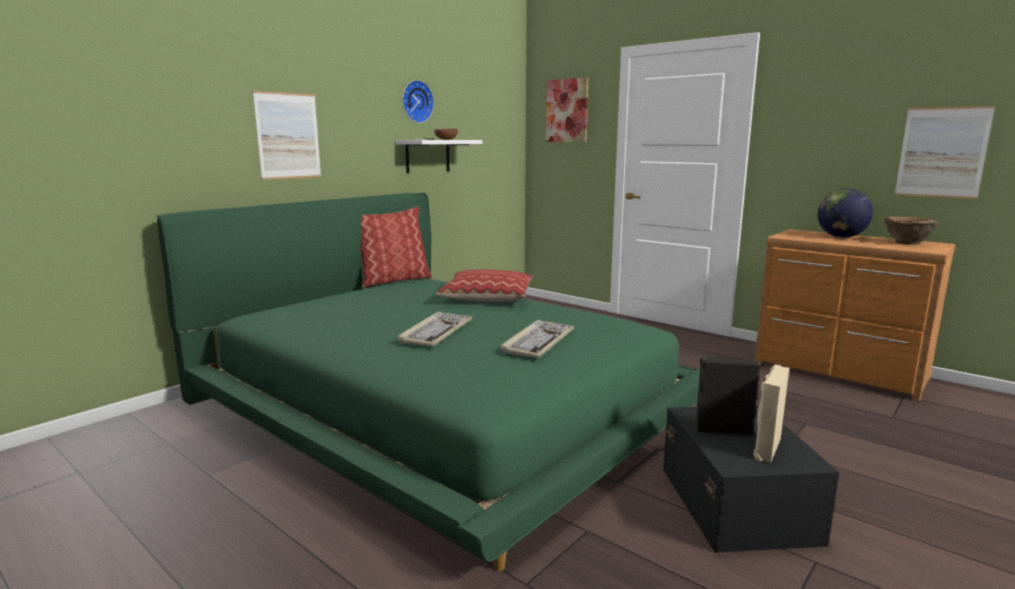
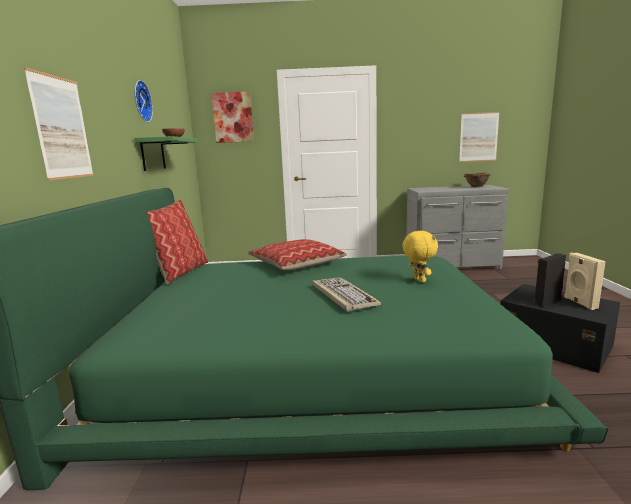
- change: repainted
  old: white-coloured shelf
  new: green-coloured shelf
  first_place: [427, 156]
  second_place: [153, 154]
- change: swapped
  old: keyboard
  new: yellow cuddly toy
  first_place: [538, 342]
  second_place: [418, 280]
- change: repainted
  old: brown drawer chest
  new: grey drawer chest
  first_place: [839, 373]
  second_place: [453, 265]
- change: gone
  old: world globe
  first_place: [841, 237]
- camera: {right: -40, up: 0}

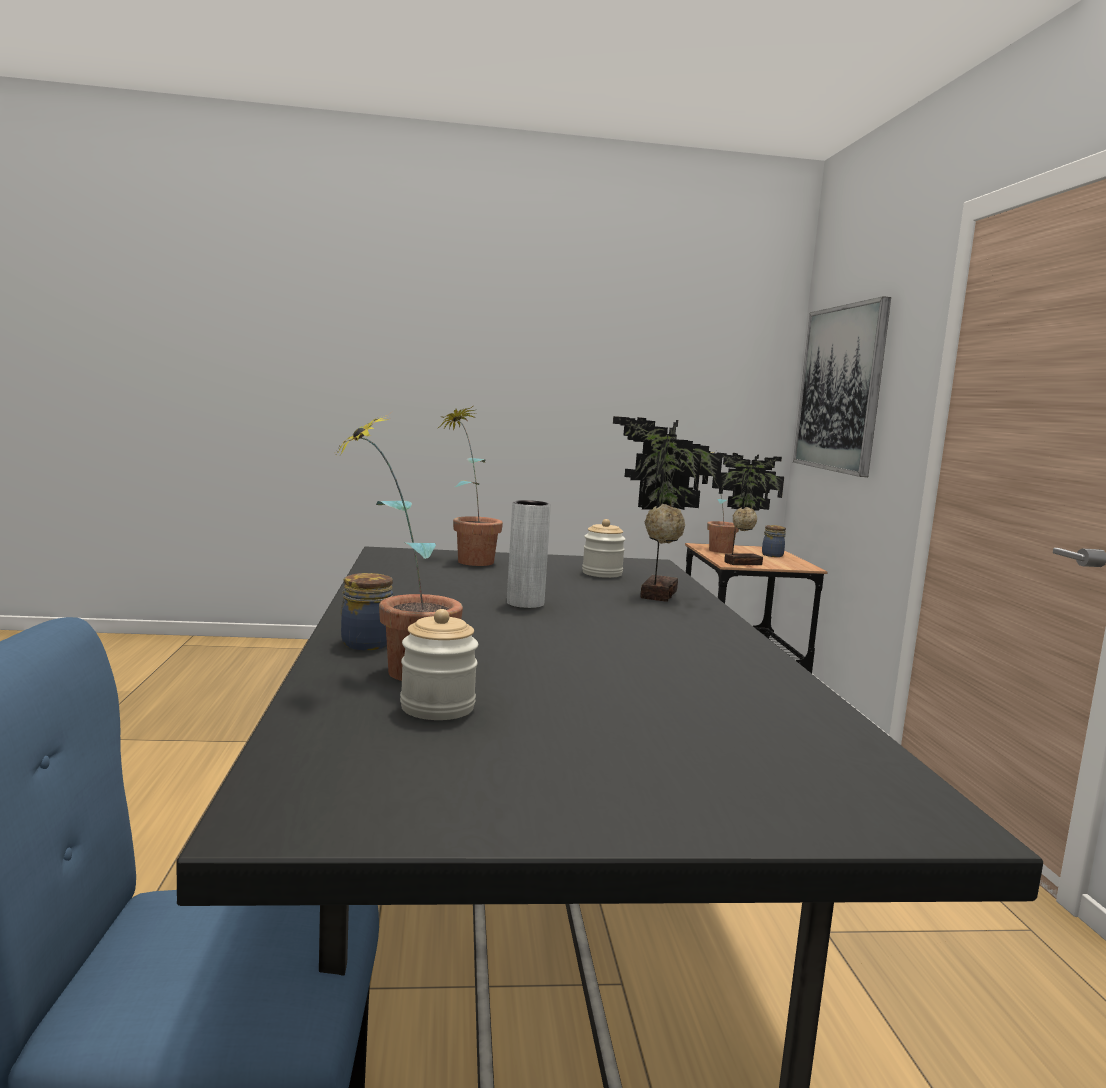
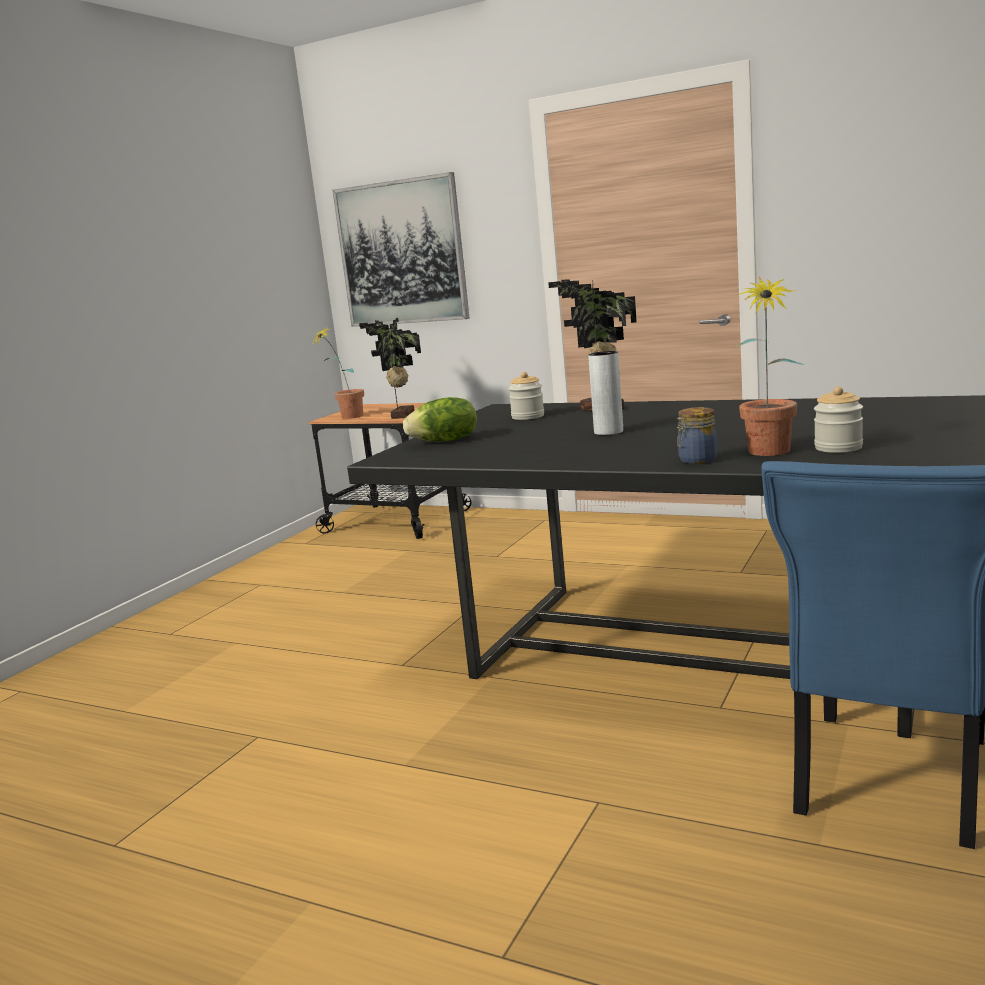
- change: swapped
  old: potted plant
  new: lettuce
  first_place: [468, 560]
  second_place: [445, 441]
- change: gone
  old: jar
  first_place: [773, 555]
- camera: {right: -55, up: 5}

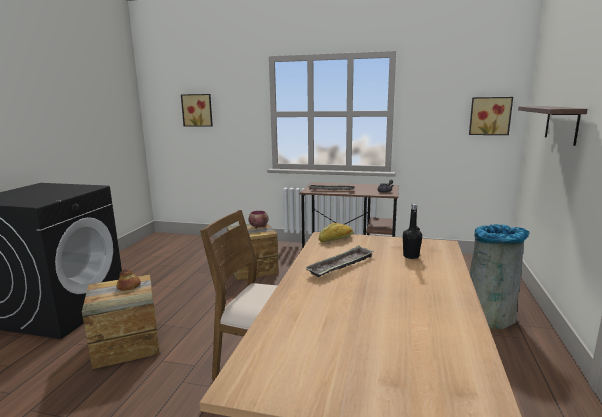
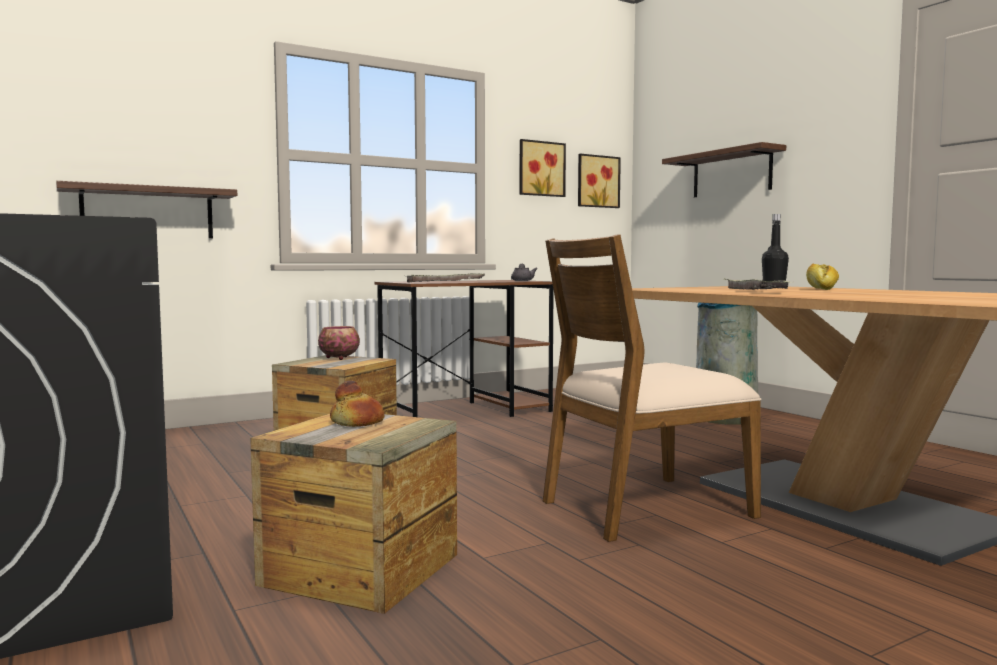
- change: new
  new: shelf
  second_place: [148, 213]
- change: shifted
  old: picture
  first_place: [197, 110]
  second_place: [540, 169]
- change: shifted
  old: bread
  first_place: [336, 239]
  second_place: [822, 289]
- camera: {right: -45, up: -10}

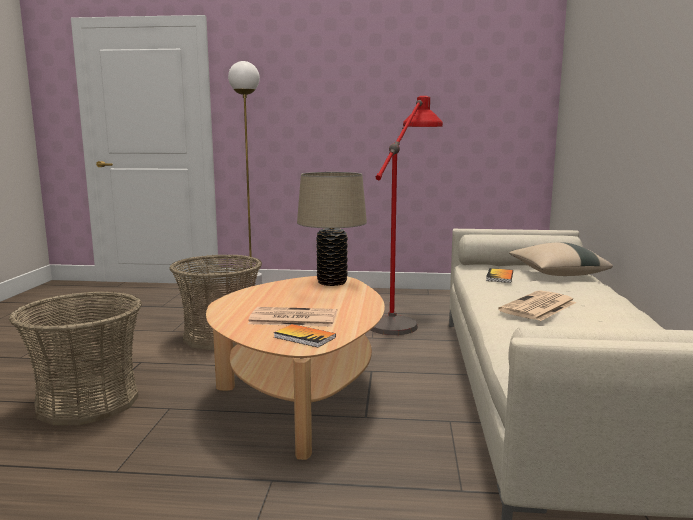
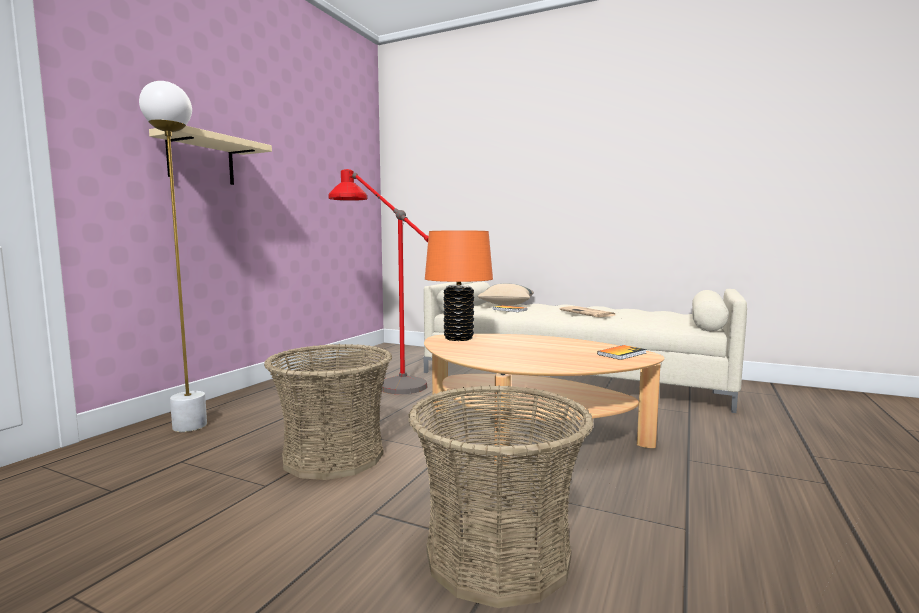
- change: new
  new: beige shelf
  second_place: [201, 160]
- change: repainted
  old: beige lamp for a table
  new: orange lamp for a table
  first_place: [332, 282]
  second_place: [458, 338]
- change: gone
  old: daily paper
  first_place: [292, 318]
- camera: {right: -70, up: -5}

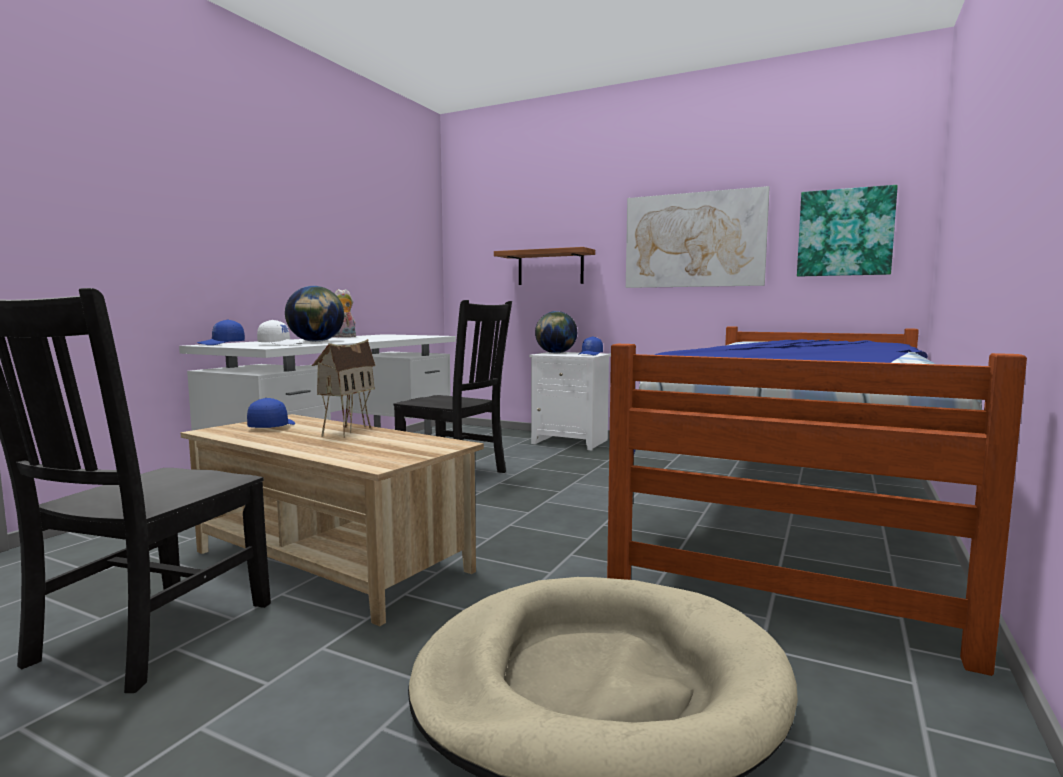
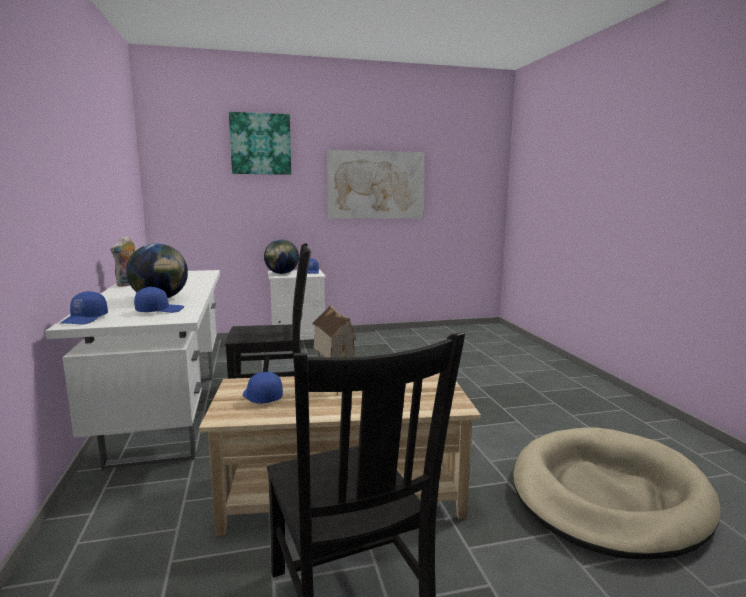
- change: repainted
  old: white-coloured cap
  new: blue cap
  first_place: [280, 344]
  second_place: [159, 310]
- change: shifted
  old: picture
  first_place: [845, 232]
  second_place: [260, 144]
- change: gone
  old: shelf
  first_place: [550, 268]
- change: gone
  old: bedroom bed
  first_place: [794, 513]
- camera: {right: -40, up: 5}

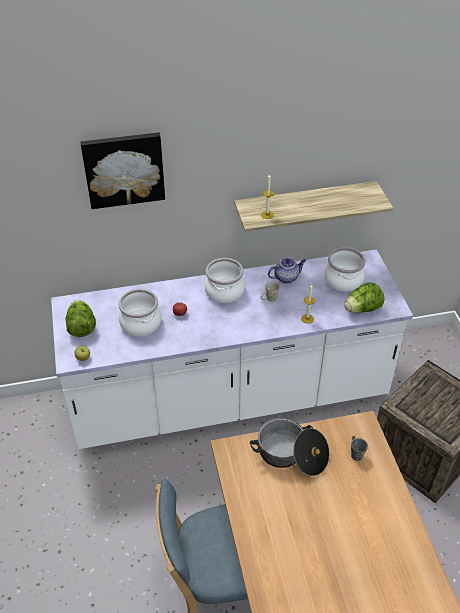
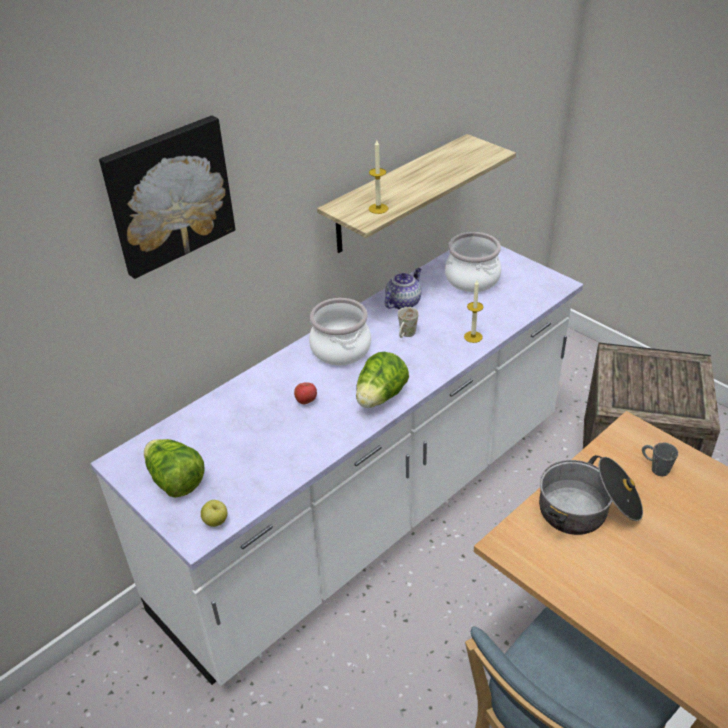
- change: shifted
  old: lettuce
  first_place: [362, 309]
  second_place: [380, 397]
- change: gone
  old: saucepot
  first_place: [140, 323]
- camera: {right: -30, up: -5}

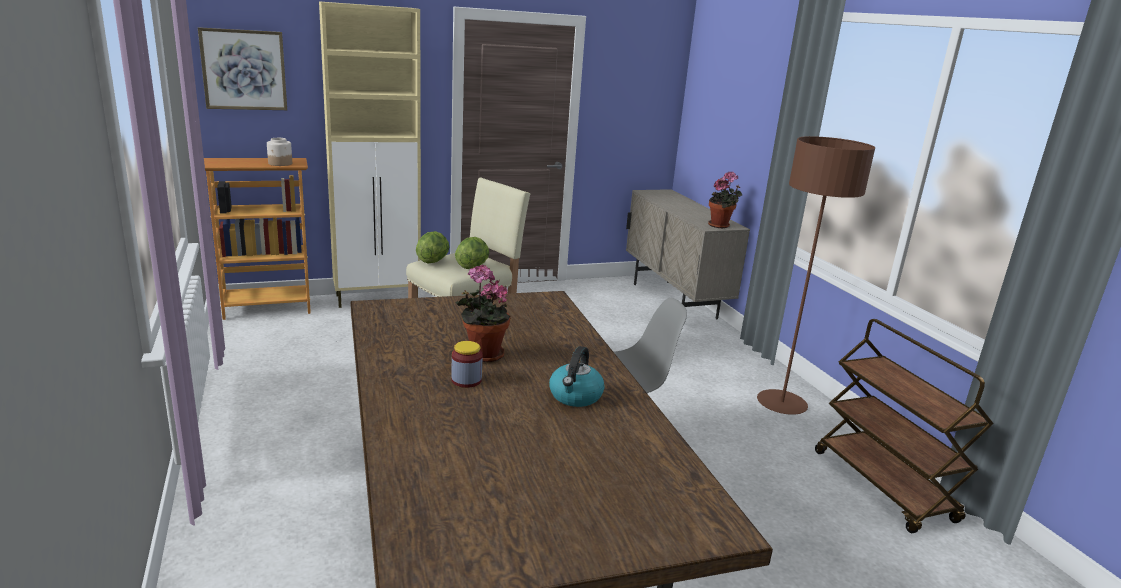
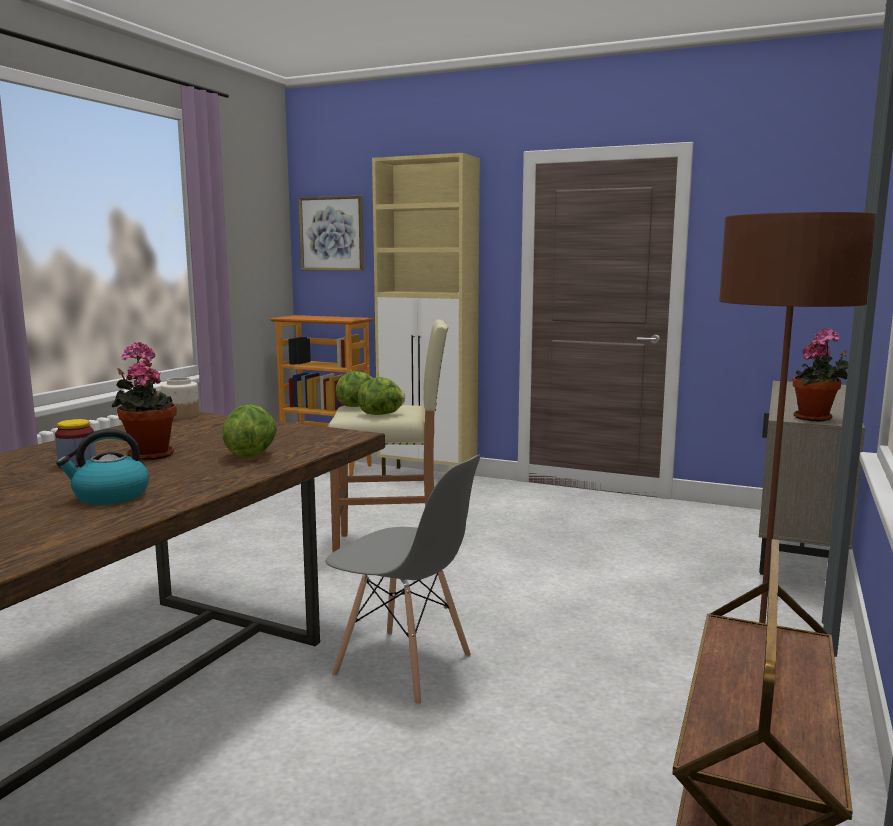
- change: shifted
  old: jar
  first_place: [280, 163]
  second_place: [181, 416]
- change: new
  new: lettuce
  second_place: [251, 455]
- camera: {right: 45, up: -10}

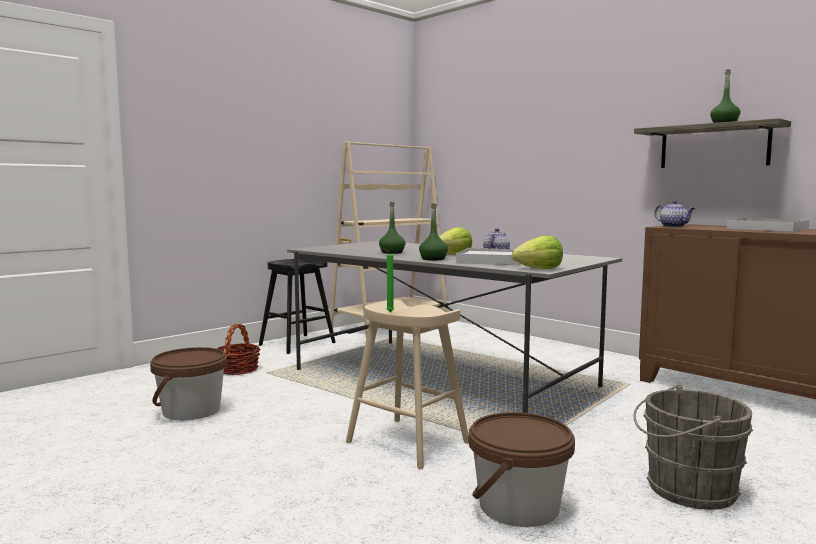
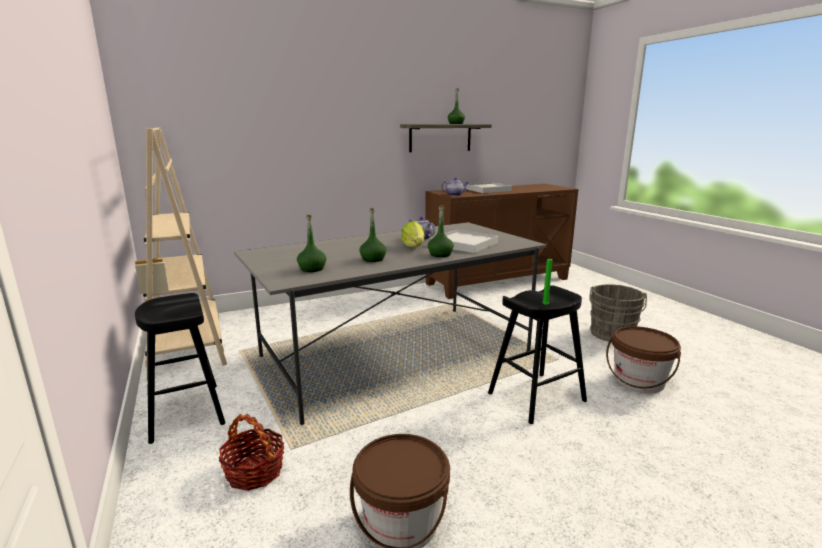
- change: new
  new: green-coloured drink bottle
  second_place: [312, 269]
- change: repainted
  old: beige stool seat
  new: blackish stool seat
  first_place: [408, 442]
  second_place: [536, 397]
- change: gone
  old: lettuce
  first_place: [539, 269]
- camera: {right: -70, up: 10}

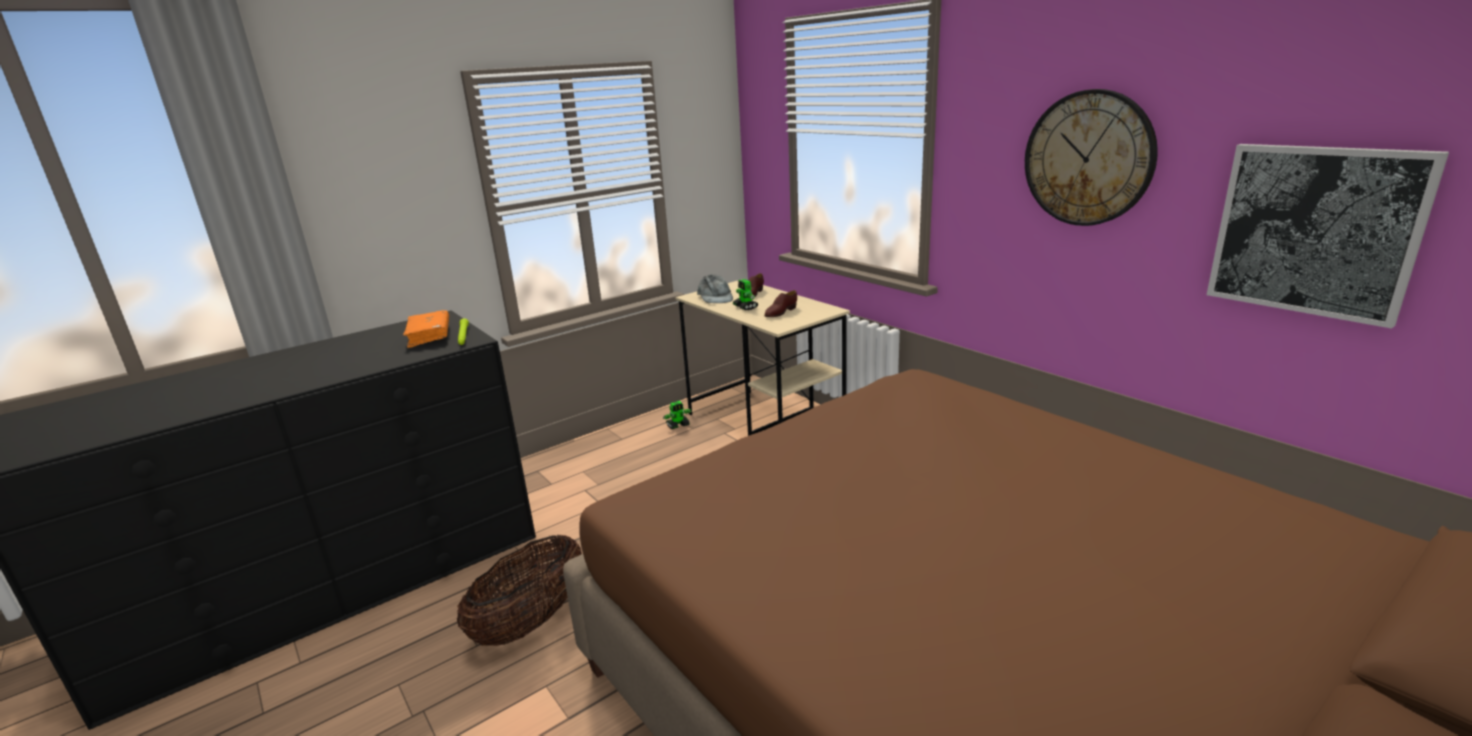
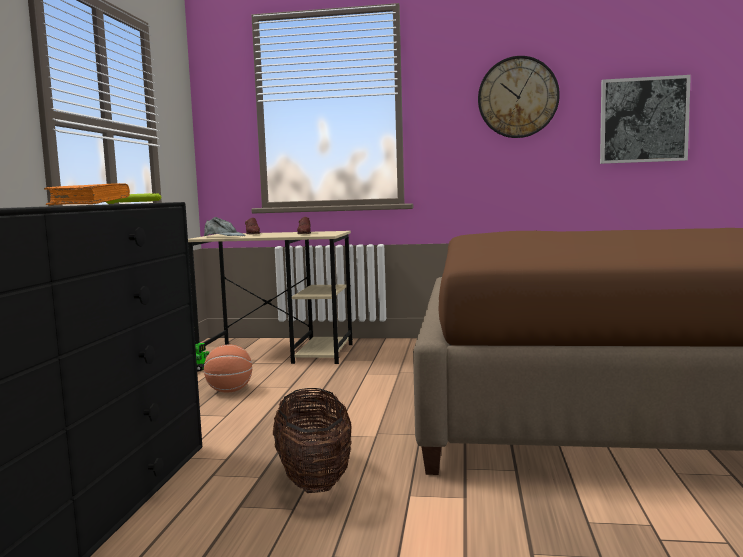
- change: new
  new: ball for basketball
  second_place: [229, 391]
- change: gone
  old: robot figure
  first_place: [745, 307]
- camera: {right: -45, up: -15}

